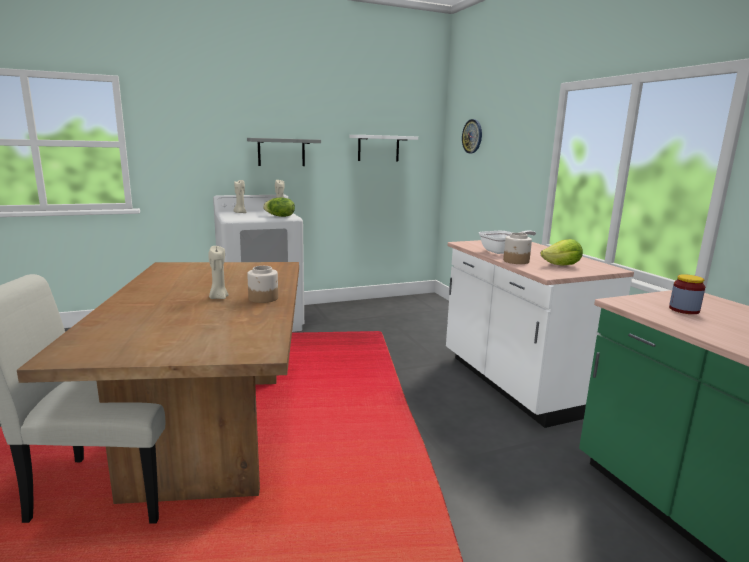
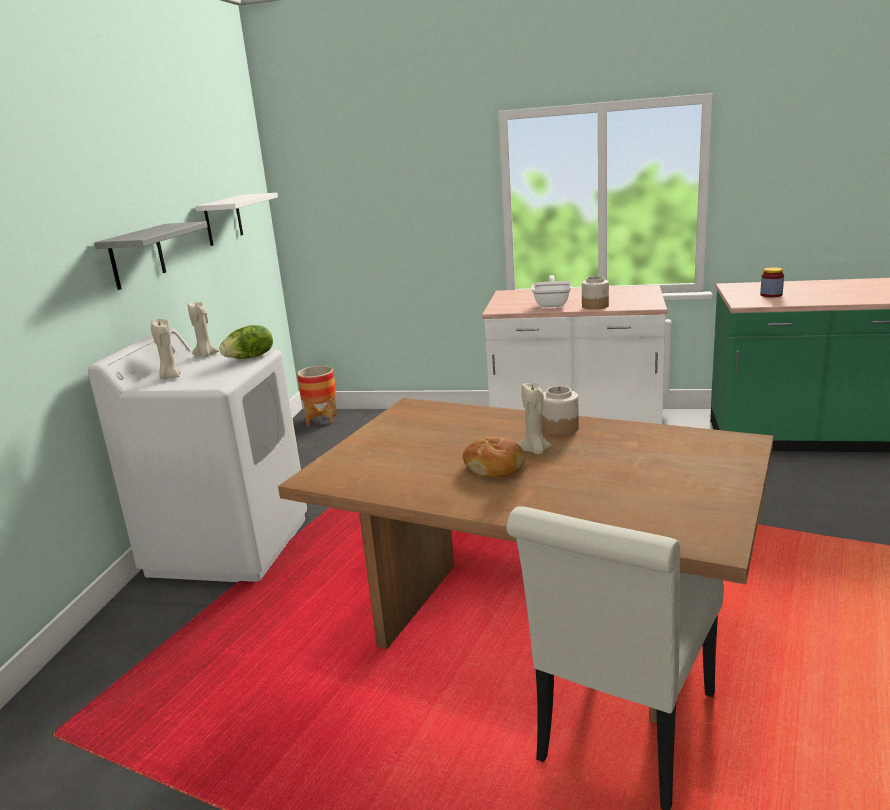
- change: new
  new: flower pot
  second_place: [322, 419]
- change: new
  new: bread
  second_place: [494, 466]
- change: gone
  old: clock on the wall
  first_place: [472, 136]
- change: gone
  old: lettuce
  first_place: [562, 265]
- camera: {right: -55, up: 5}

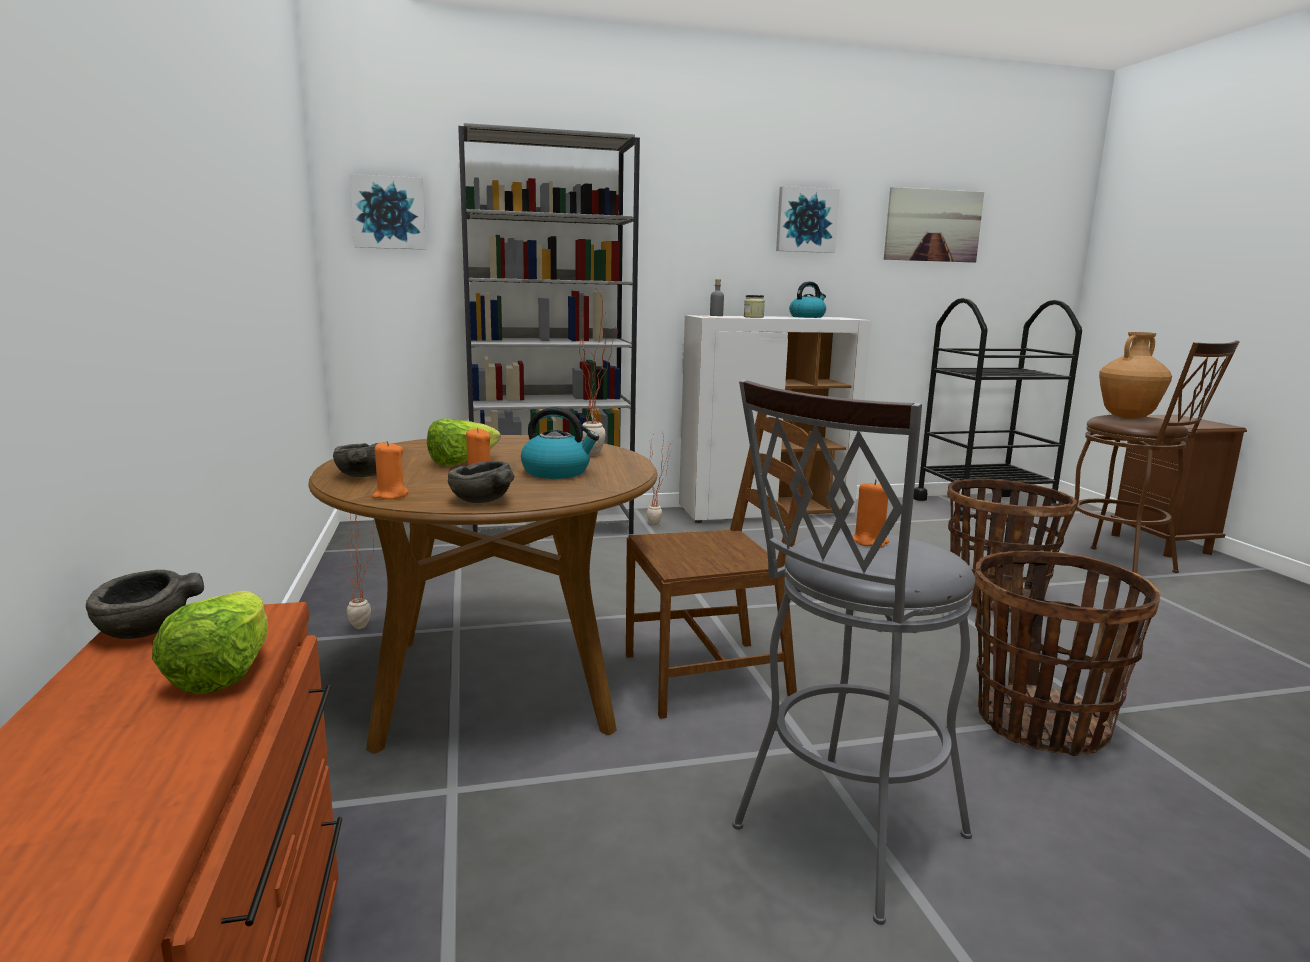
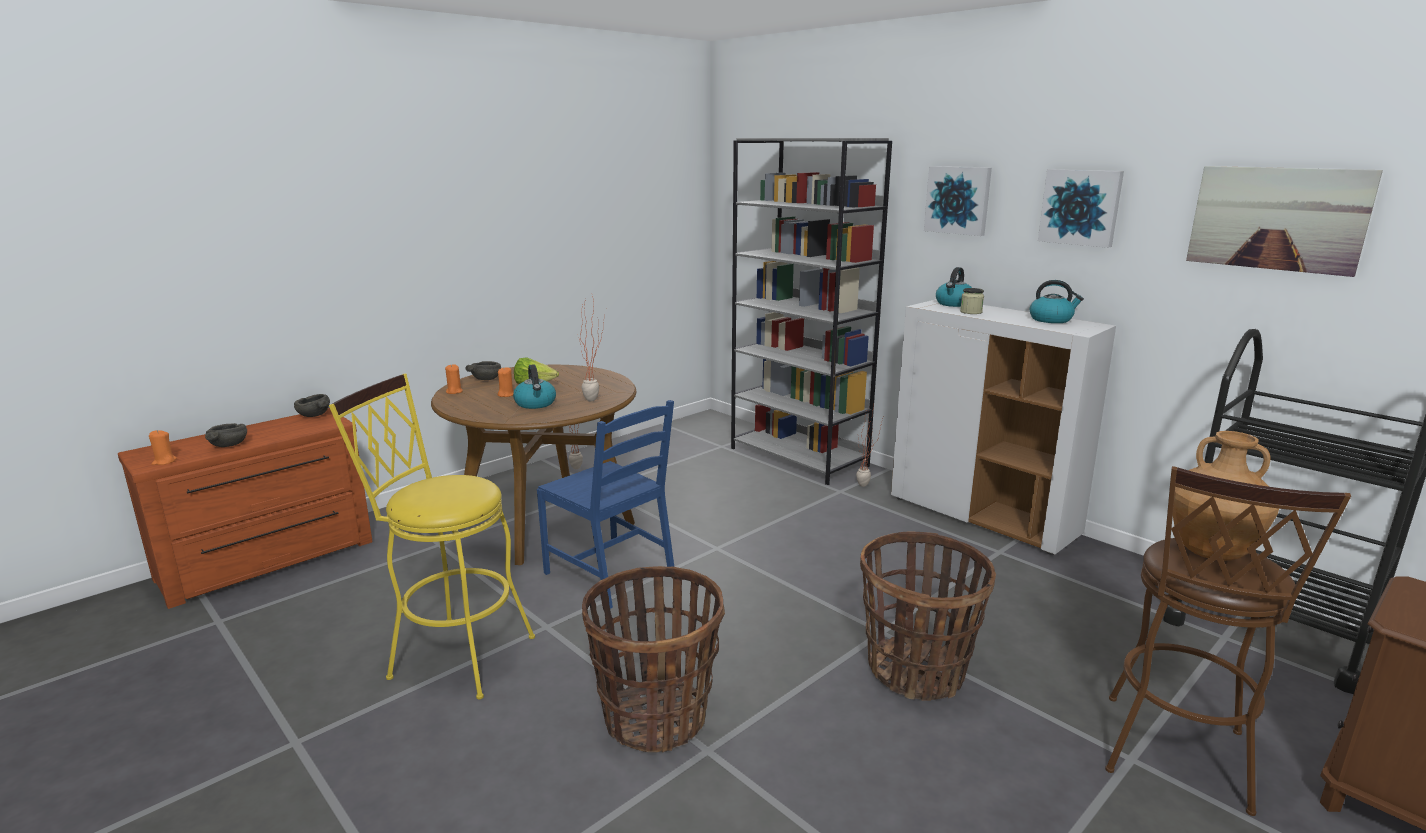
- change: shifted
  old: orange candle
  first_place: [870, 541]
  second_place: [164, 462]
- change: shifted
  old: grey deep dish
  first_place: [481, 501]
  second_place: [228, 445]
- change: repainted
  old: grey stool seat
  new: yellow stool seat
  first_place: [839, 839]
  second_place: [453, 654]
- change: repainted
  old: brown upright chair
  new: blue upright chair
  first_place: [709, 675]
  second_place: [611, 573]
- change: shifted
  old: picture
  first_place: [389, 213]
  second_place: [958, 200]
- change: swapped
  old: grey drink bottle
  new: water kettle
  first_place: [716, 315]
  second_place: [954, 304]
- change: gone
  old: lettuce
  first_place: [224, 672]
- camera: {right: 60, up: 5}

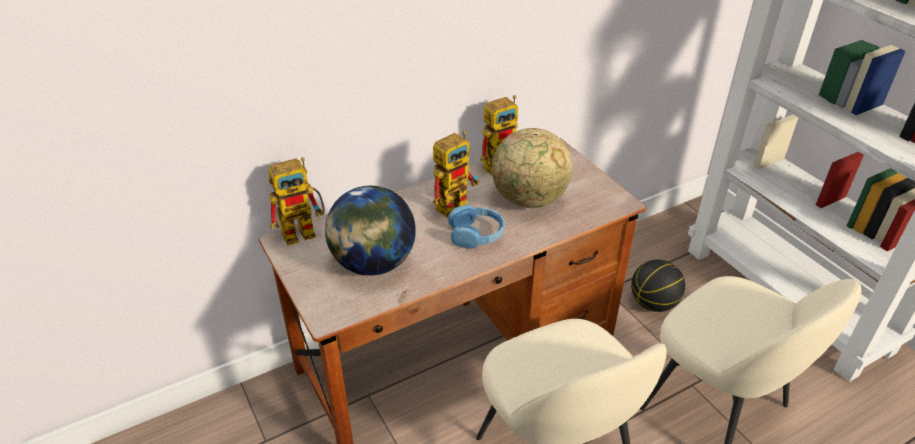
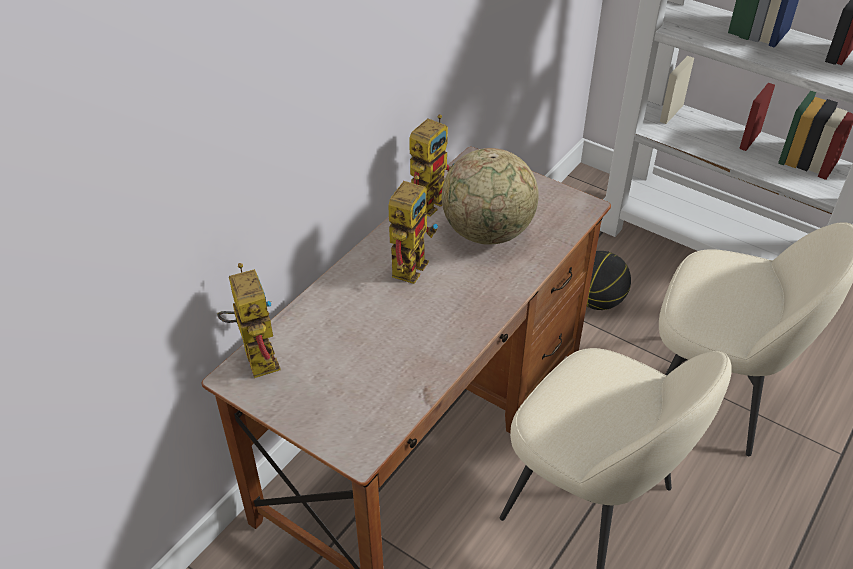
- change: rotated
  old: robot figure
  first_place: [305, 230]
  second_place: [255, 354]
  degrees: -60
- change: gone
  old: world globe
  first_place: [373, 263]
- change: gone
  old: blue pair of headphones
  first_place: [476, 234]
- camera: {right: -25, up: 5}

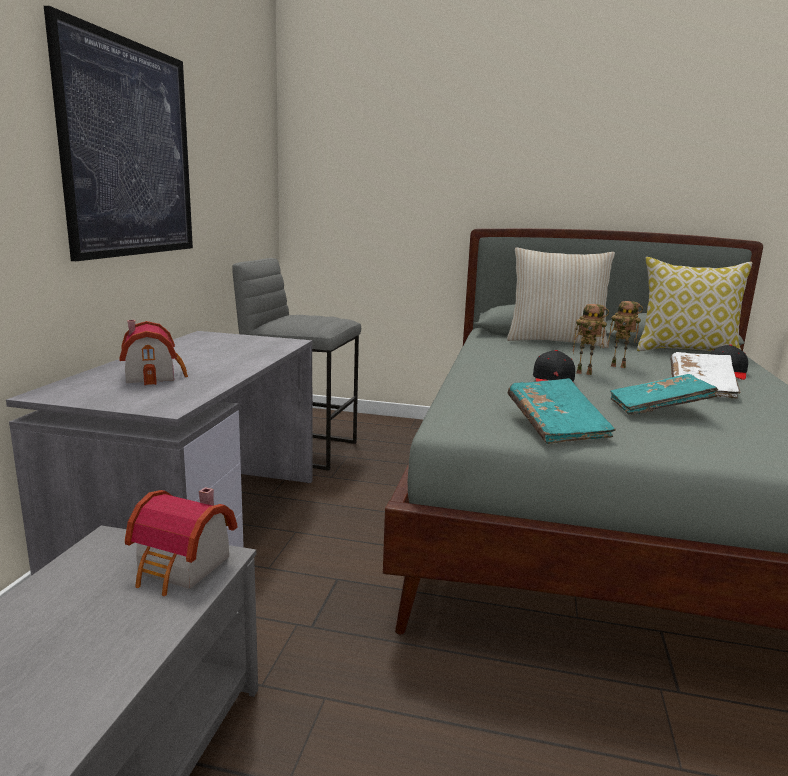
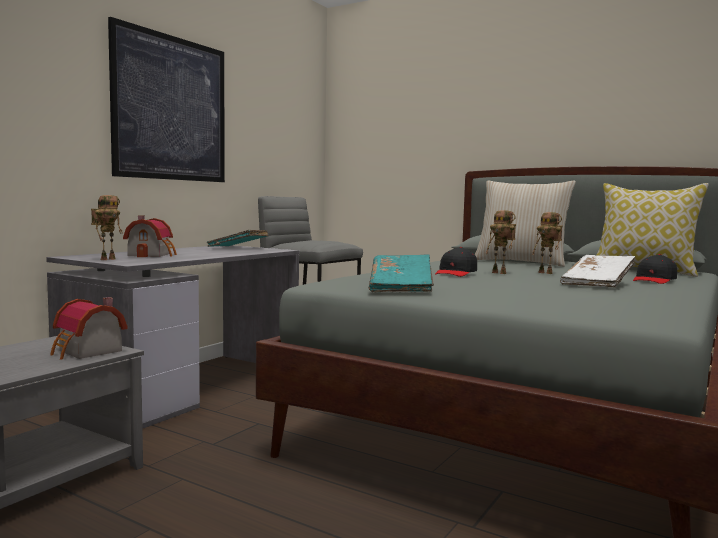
- change: new
  new: robot figure
  second_place: [108, 259]
- change: shifted
  old: turquoise-coloured bound book
  first_place: [658, 409]
  second_place: [238, 248]
- camera: {right: 20, up: -10}

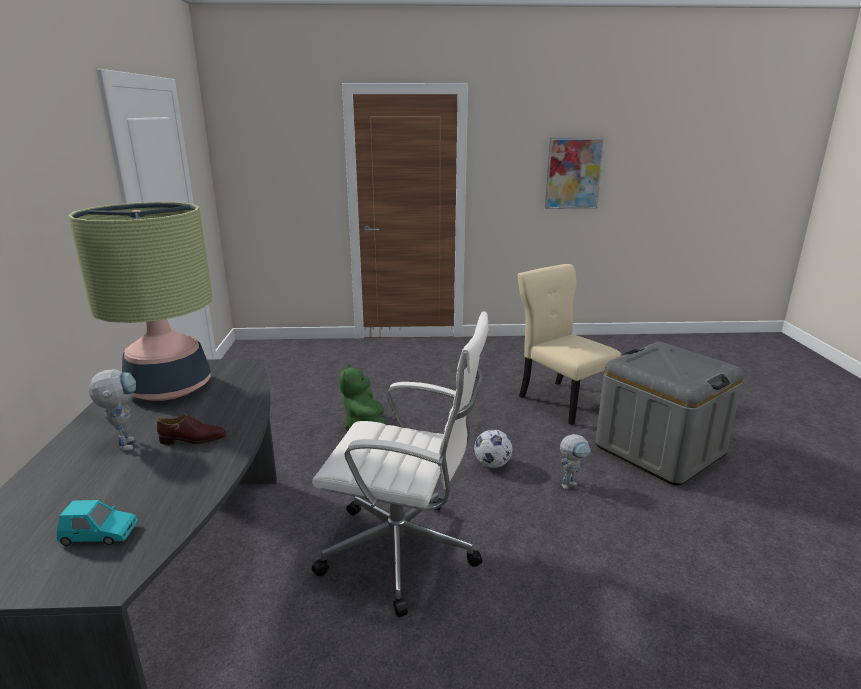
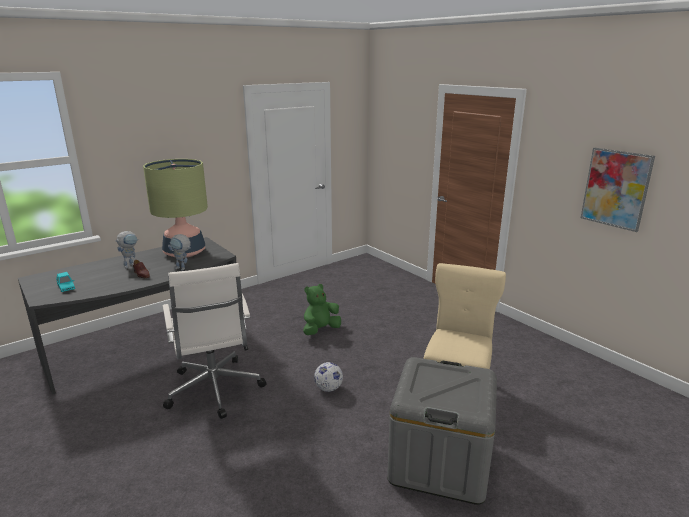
- change: shifted
  old: robot figure
  first_place: [571, 483]
  second_place: [183, 269]
- camera: {right: 55, up: 0}

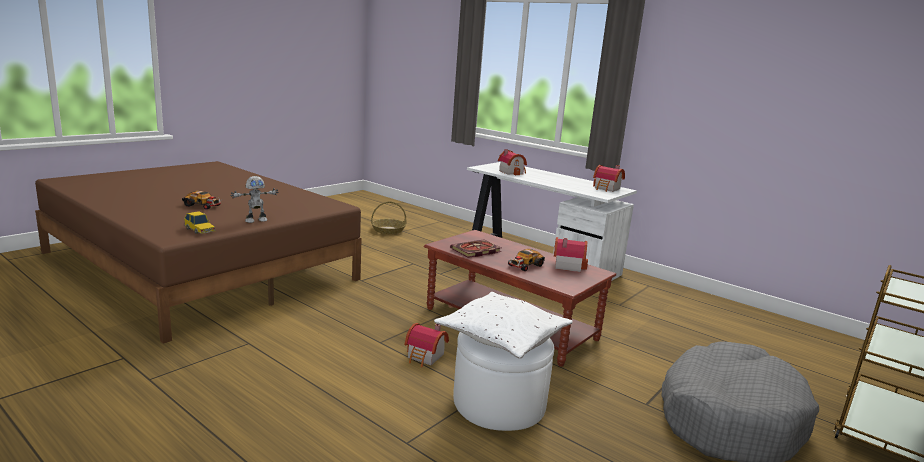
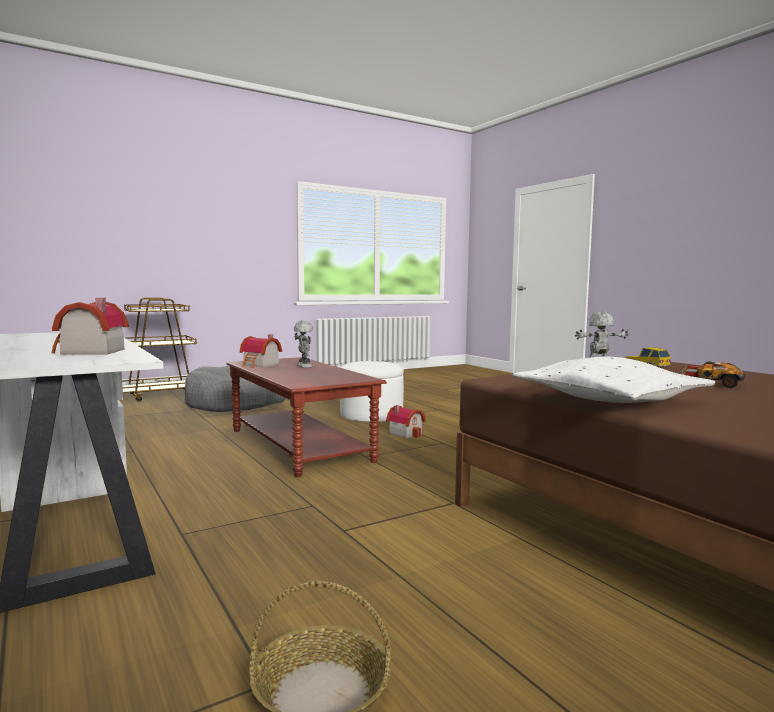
- change: swapped
  old: miniature car
  new: robot figure
  first_place: [525, 265]
  second_place: [303, 366]
- change: shifted
  old: white-coloured cushion
  first_place: [502, 335]
  second_place: [609, 400]
- change: gone
  old: bound book
  first_place: [475, 251]
- change: gone
  old: model house
  first_place: [607, 189]
- camera: {right: -160, up: -10}

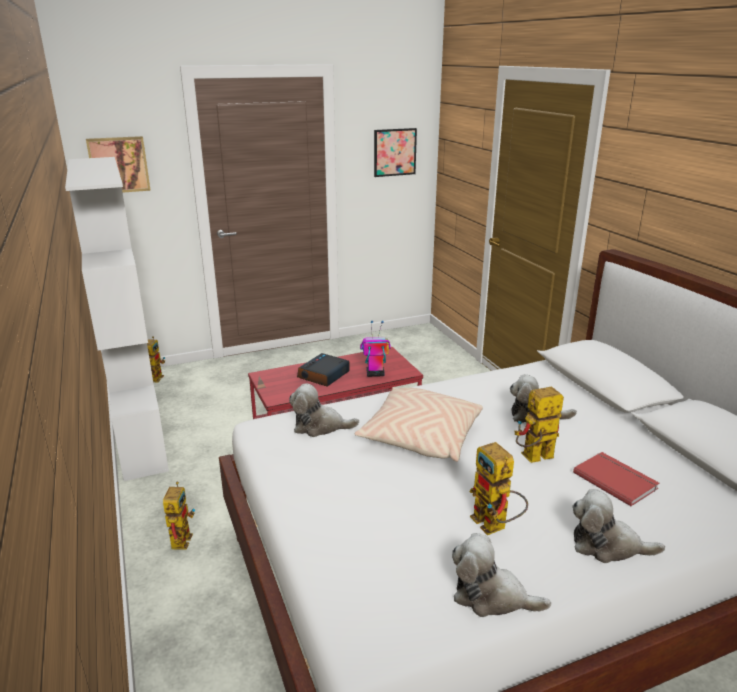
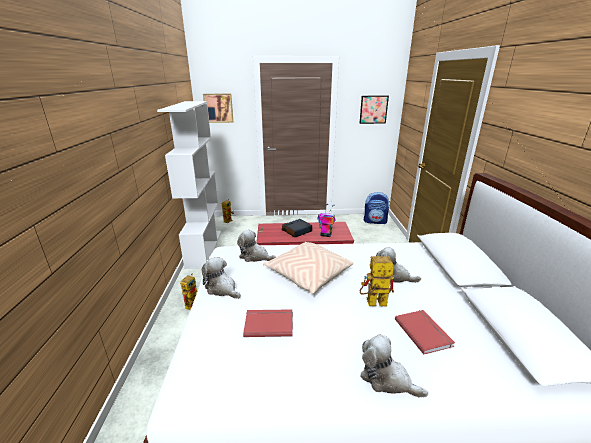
- change: shifted
  old: cuddly toy
  first_place: [491, 596]
  second_place: [222, 289]
- change: new
  new: reddish bound book
  second_place: [268, 323]
- change: new
  new: rucksack
  second_place: [375, 221]
- change: gone
  old: robot figure
  first_place: [495, 526]
- camera: {right: 20, up: 0}

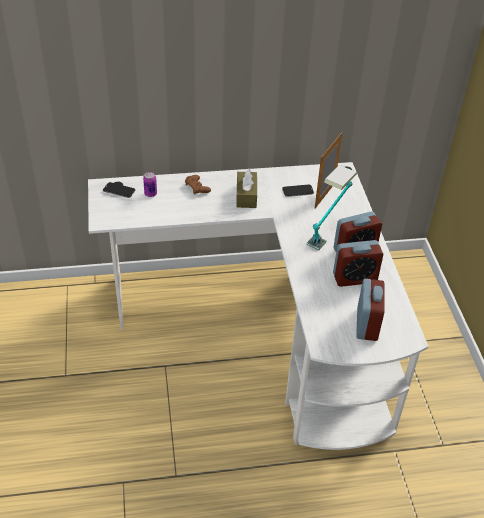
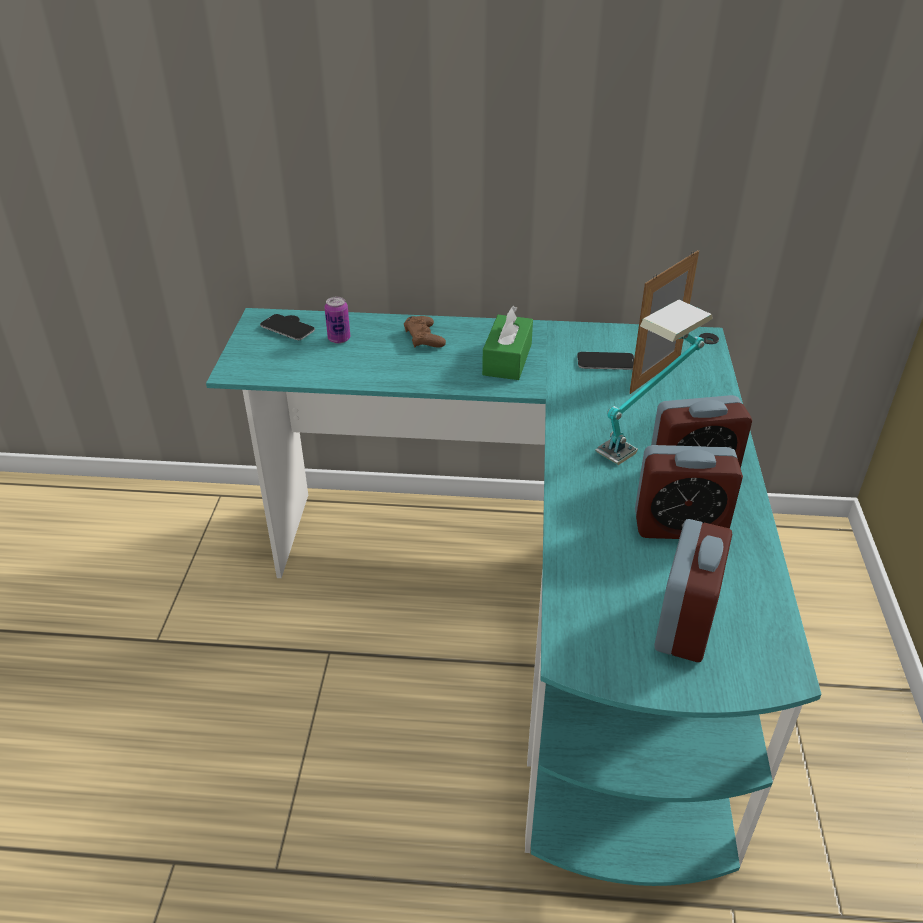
- change: repainted
  old: white-coloured desk
  new: turquoise-coloured desk
  first_place: [270, 329]
  second_place: [534, 617]
- change: repainted
  old: brown tissue holder
  new: green-coloured tissue holder
  first_place: [246, 196]
  second_place: [507, 359]
- camera: {right: 15, up: -5}

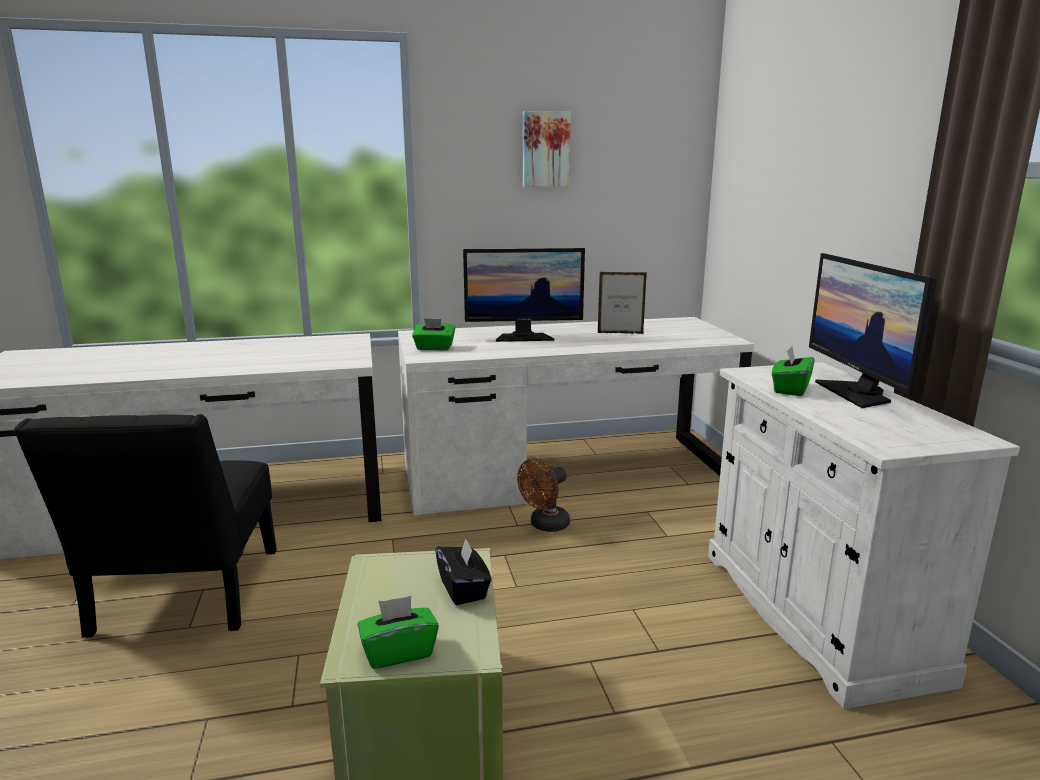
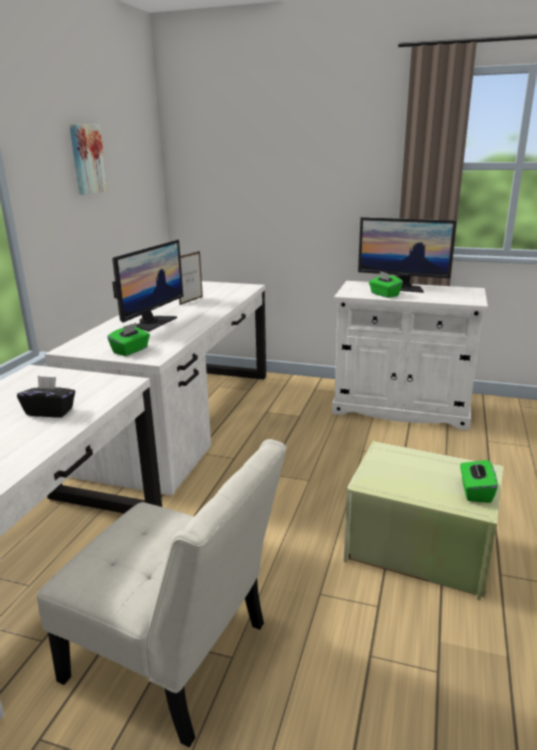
- change: shifted
  old: blackish tissue holder
  first_place: [463, 589]
  second_place: [50, 412]
- change: repainted
  old: blackish upright chair
  new: white-coloured upright chair
  first_place: [184, 597]
  second_place: [176, 657]
- change: gone
  old: brown electric fan
  first_place: [545, 526]
- camera: {right: -60, up: 5}

